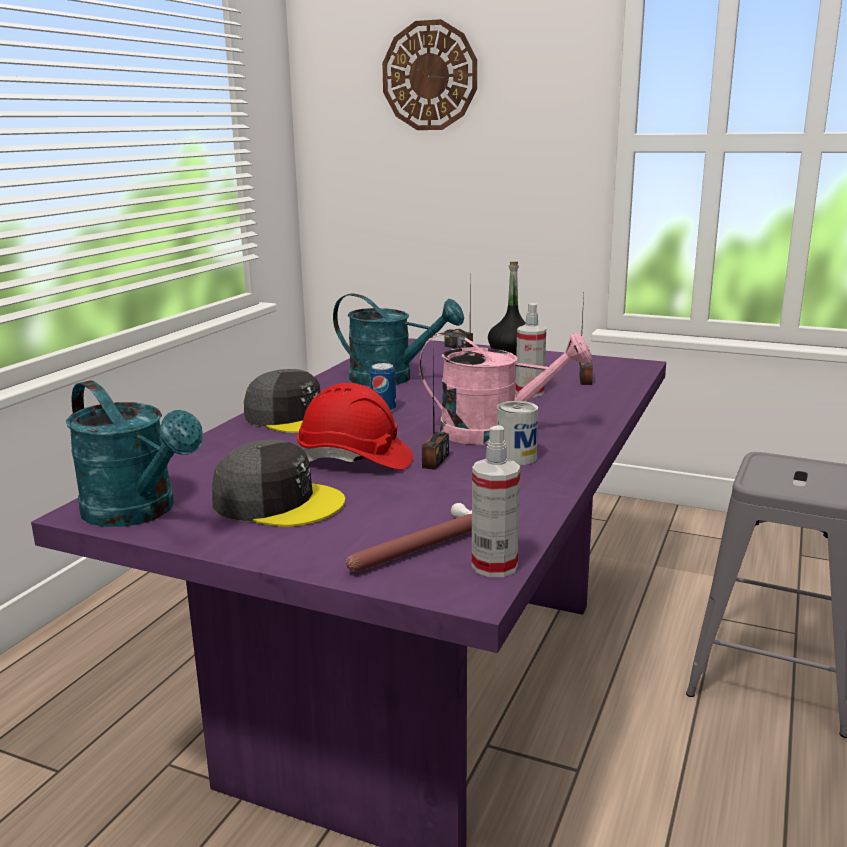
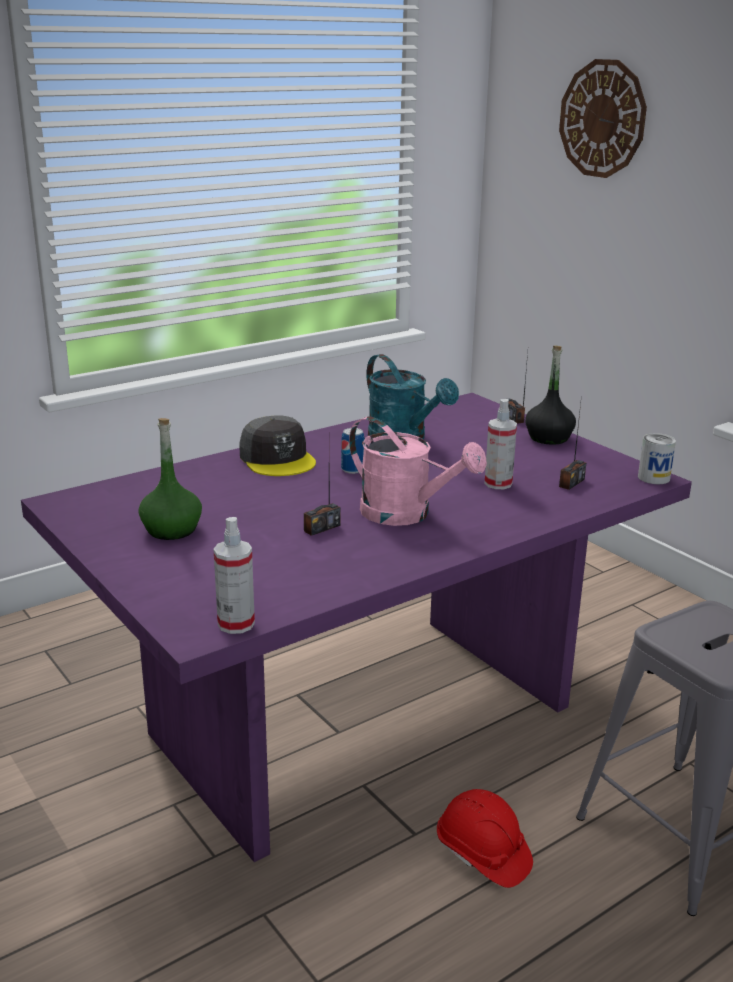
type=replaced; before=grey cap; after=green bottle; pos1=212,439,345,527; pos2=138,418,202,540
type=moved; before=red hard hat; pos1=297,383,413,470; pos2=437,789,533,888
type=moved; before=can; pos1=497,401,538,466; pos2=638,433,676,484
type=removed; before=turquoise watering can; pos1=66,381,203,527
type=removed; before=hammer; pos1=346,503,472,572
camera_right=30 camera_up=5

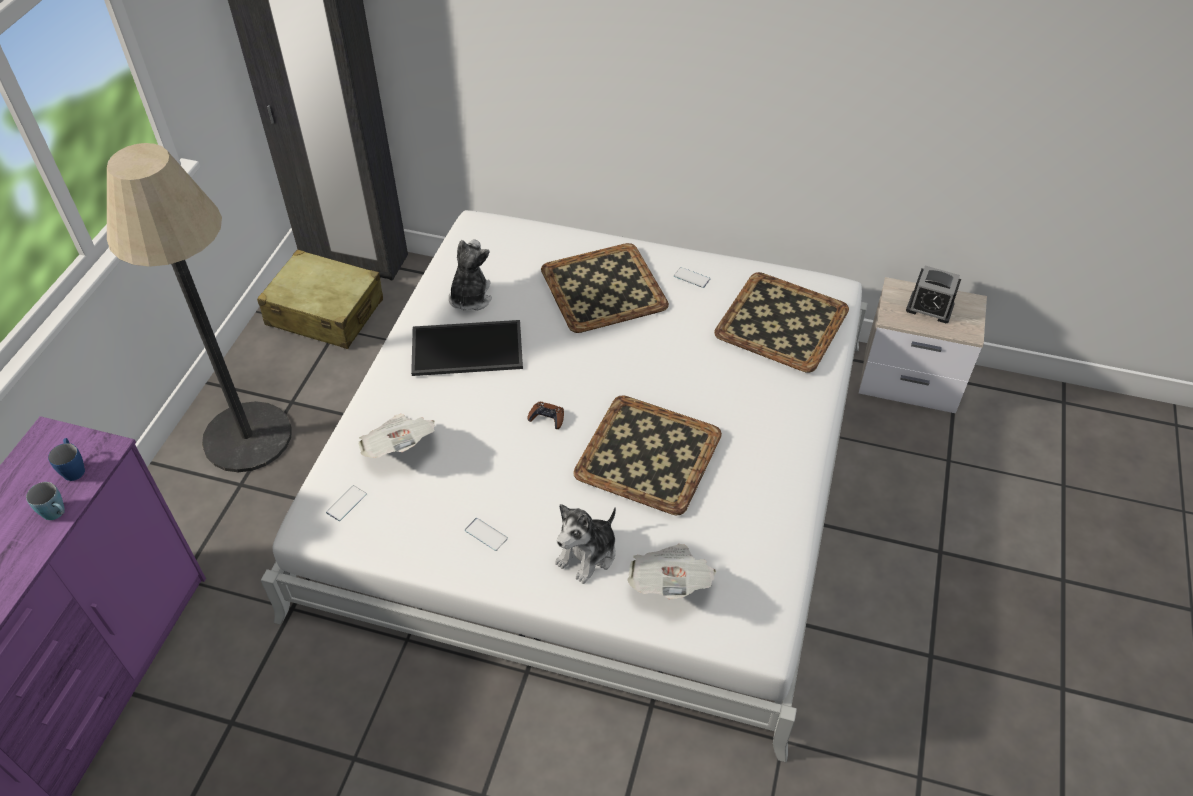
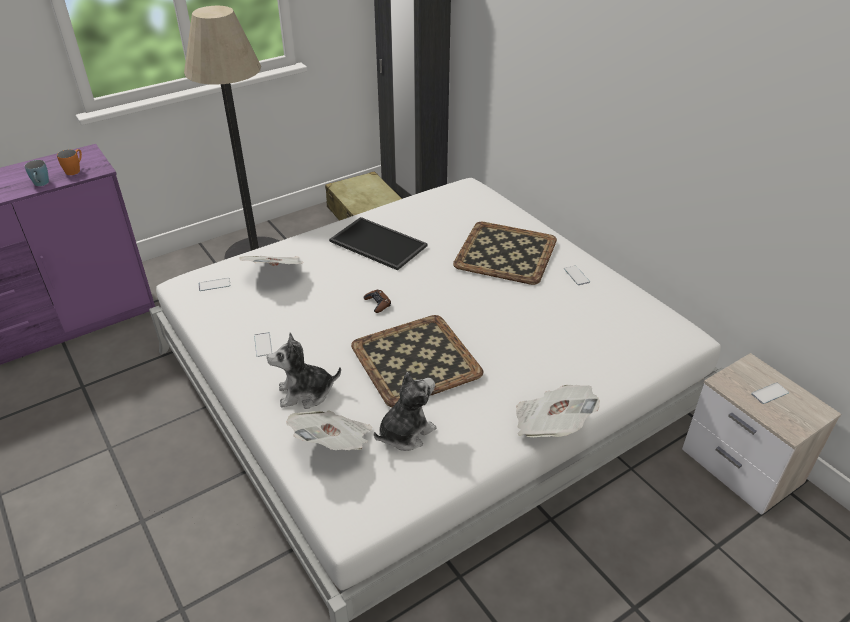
type=recoloured; before=blue mug; after=orange mug; pos1=48,438,85,481; pos2=57,149,82,175
type=moved; before=plush toy; pos1=449,240,492,310; pos2=374,372,437,451
type=added; after=newspaper; pos2=516,385,600,437
type=replaced; before=alarm clock; after=phone; pos1=906,266,961,323; pos2=751,382,789,404
type=removed; before=tray; pos1=714,272,849,373
camera_right=40 camera_up=-10

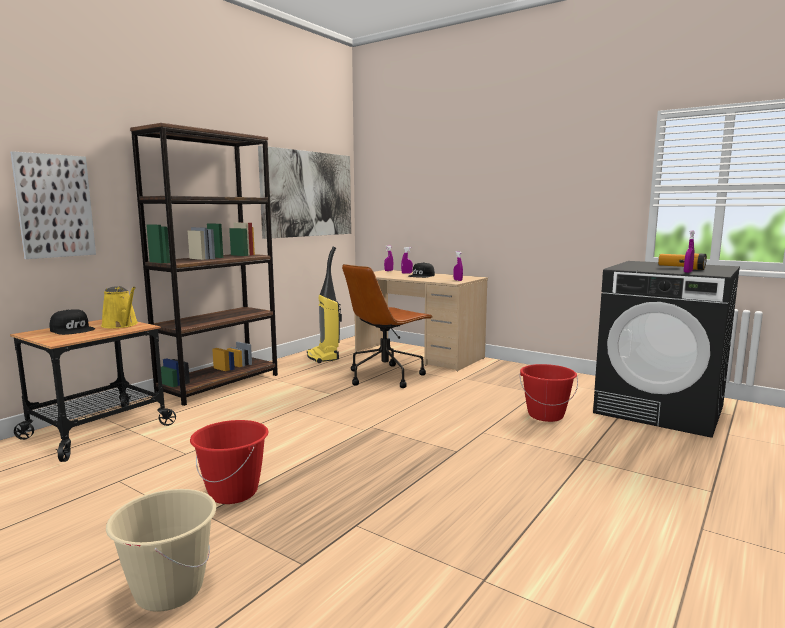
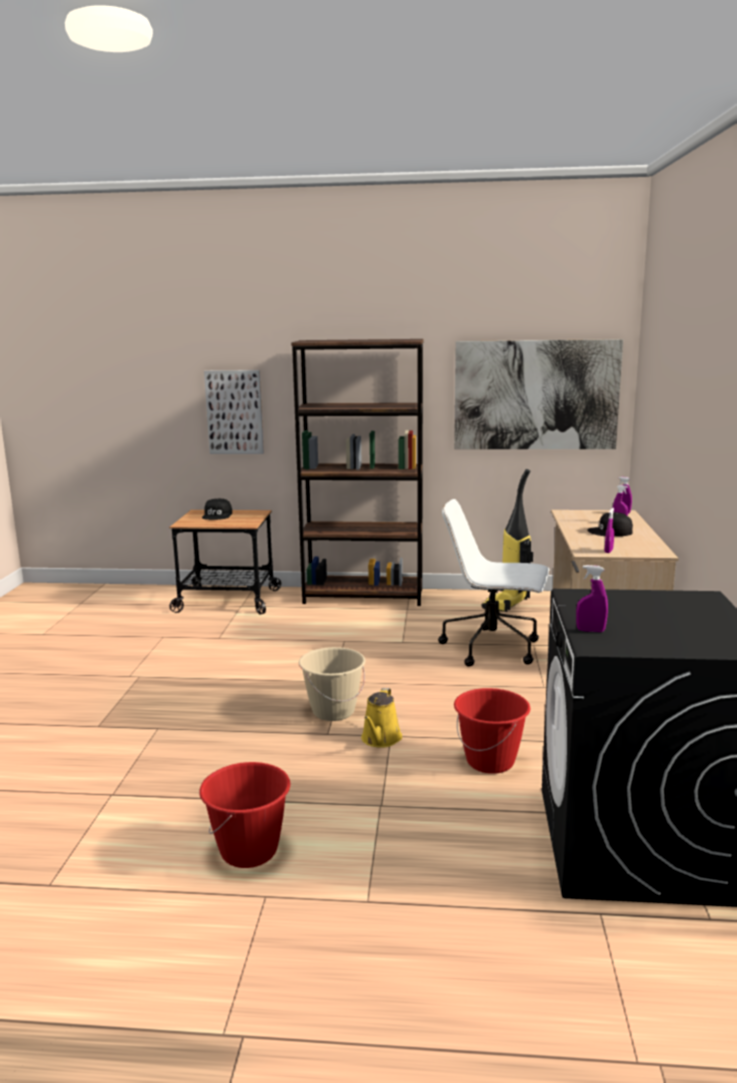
type=moved; before=red bucket; pos1=190,420,269,504; pos2=199,762,291,868
type=moved; before=beige bucket; pos1=106,489,216,612; pos2=299,647,366,721
type=moved; before=yellow watering can; pos1=101,286,138,328; pos2=361,688,402,748
type=recoloured; before=brown office chair; after=white office chair; pos1=342,264,433,388; pos2=438,499,550,667
type=removed; before=flashlight; pos1=658,253,707,270
camera_right=60 camera_up=5

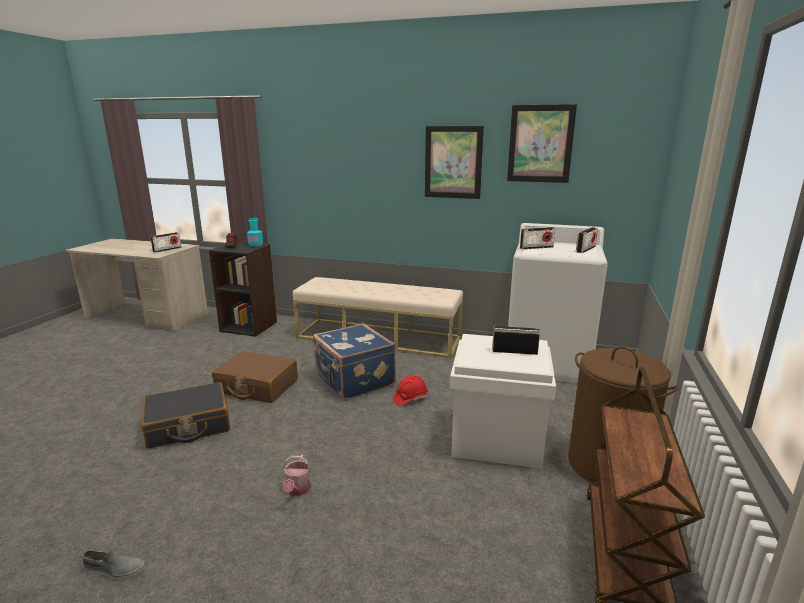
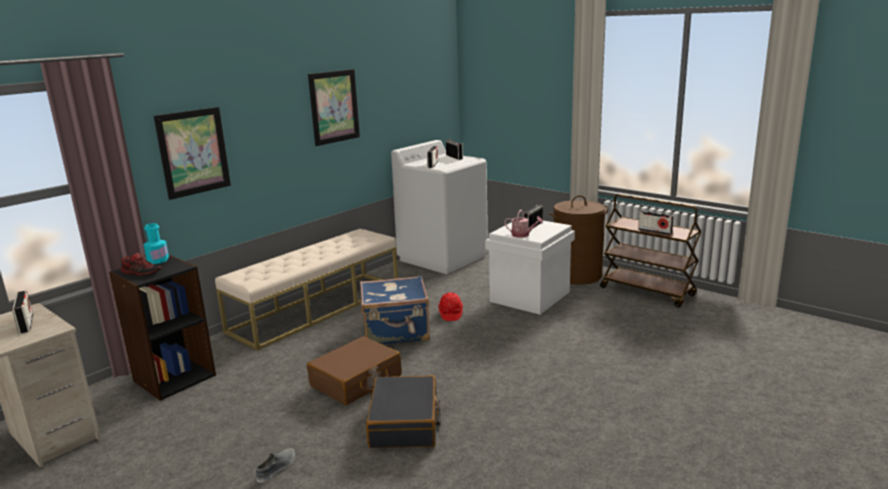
type=moved; before=picture; pos1=507,104,577,183; pos2=154,107,231,200
type=moved; before=grey shoe; pos1=83,549,145,580; pos2=256,448,295,483
type=moved; before=watering can; pos1=283,455,311,496; pos2=504,210,543,238
type=added; after=radio; pos2=638,211,674,235
camera_right=-65 camera_up=0

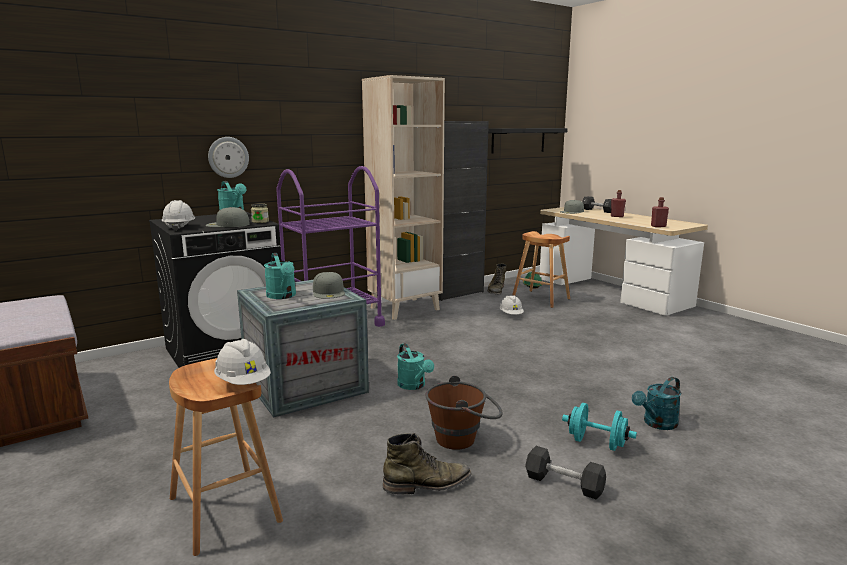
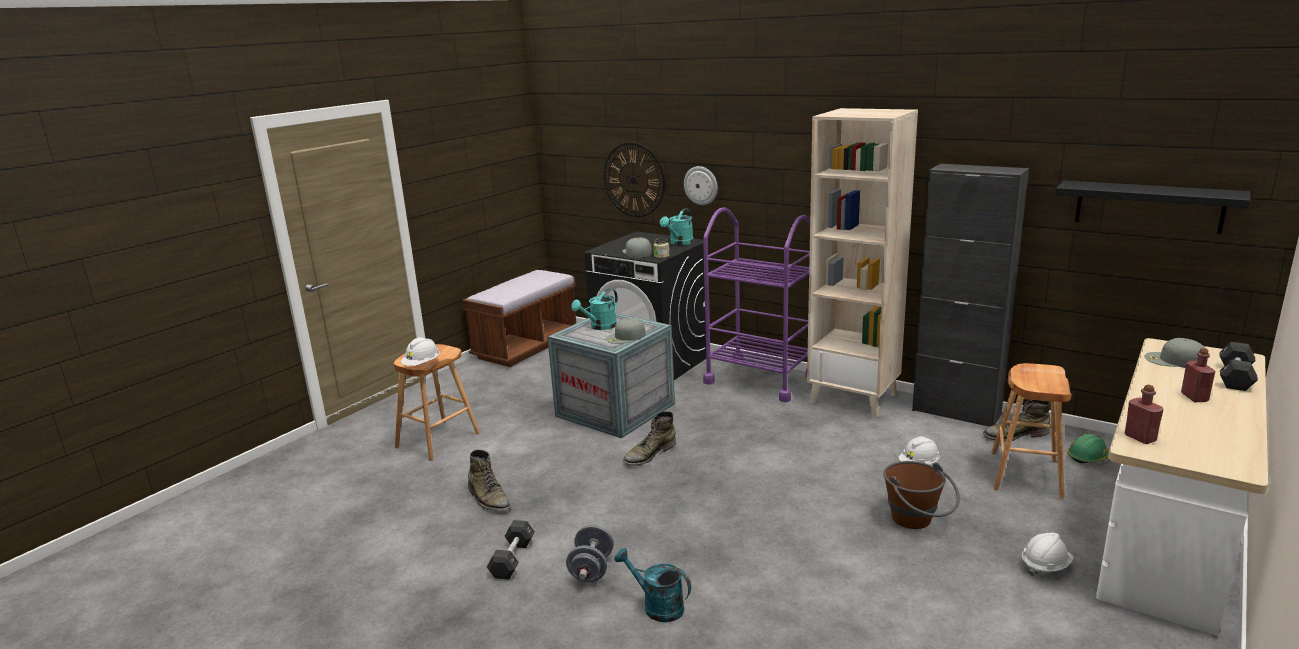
type=recoloured; before=turquoise dumbbell; after=grey dumbbell; pos1=562,403,637,451; pos2=566,525,614,582
type=added; after=wall clock; pos2=604,142,665,217
type=replaced; before=turquoise watering can; after=green boot; pos1=397,343,434,390; pos2=623,411,676,466
type=moved; before=brown bucket; pos1=425,375,503,450; pos2=883,461,960,529
type=moved; before=white hard hat; pos1=161,200,195,231; pos2=1022,533,1074,576
camera_right=70 camera_up=5

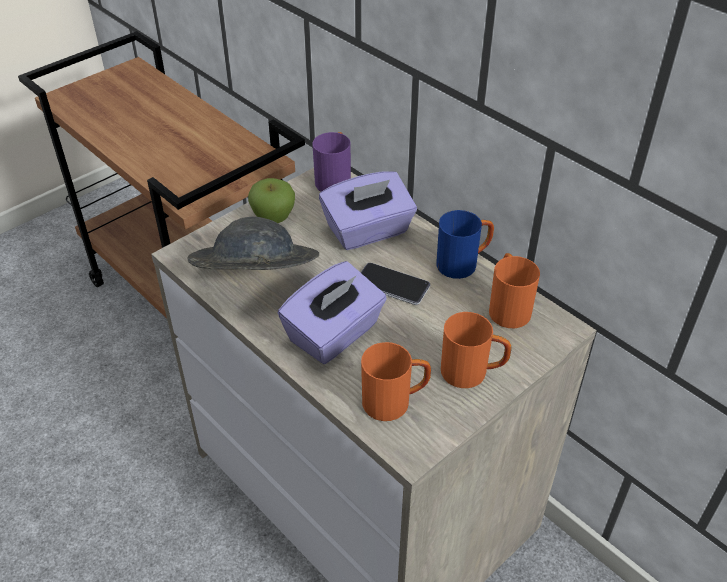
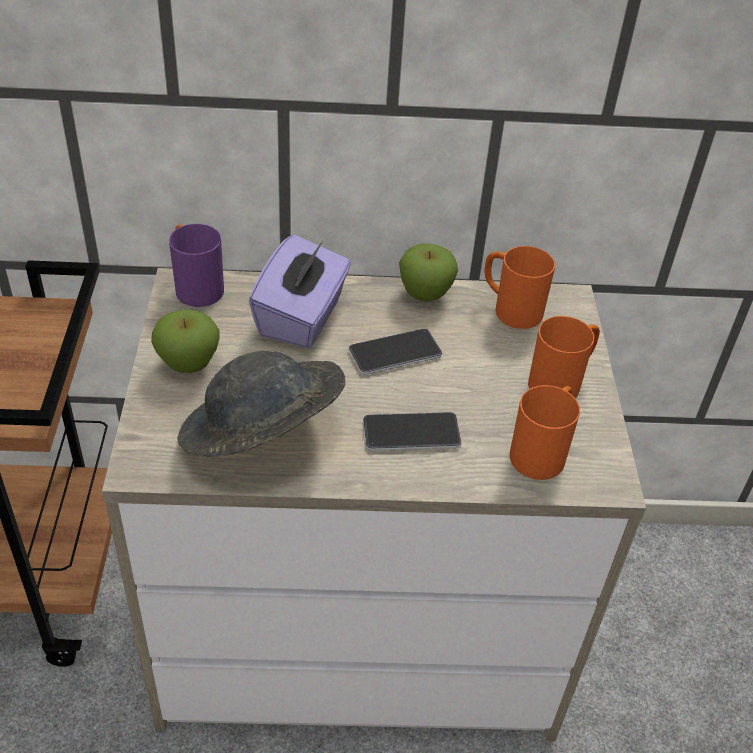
type=replaced; before=purple tissue box; after=phone; pos1=278,261,387,364; pos2=363,412,462,451
type=replaced; before=blue mug; after=apple; pos1=436,210,494,279; pos2=399,244,458,302
camera_right=-50 camera_up=0

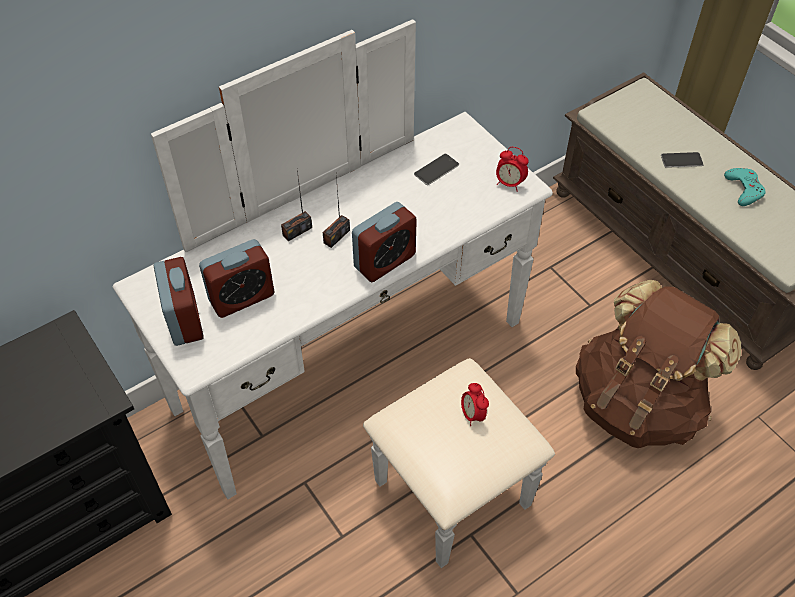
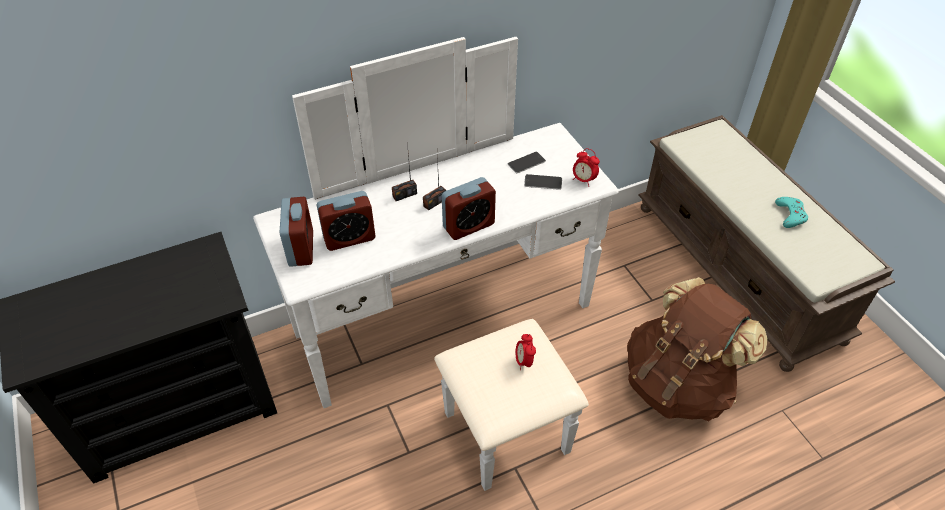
type=moved; before=phone; pos1=661,152,704,168; pos2=524,174,562,190
camera_right=10 camera_up=-5

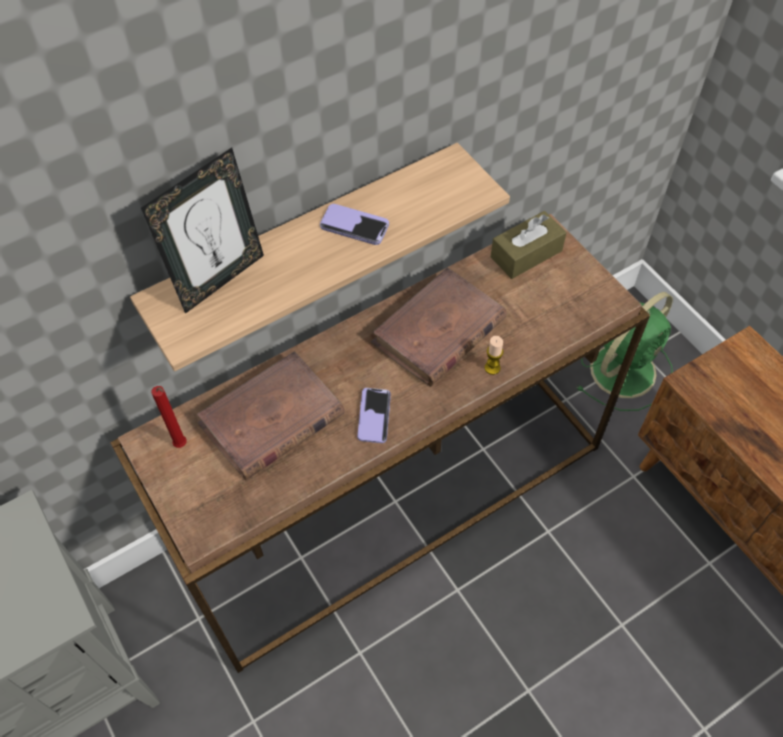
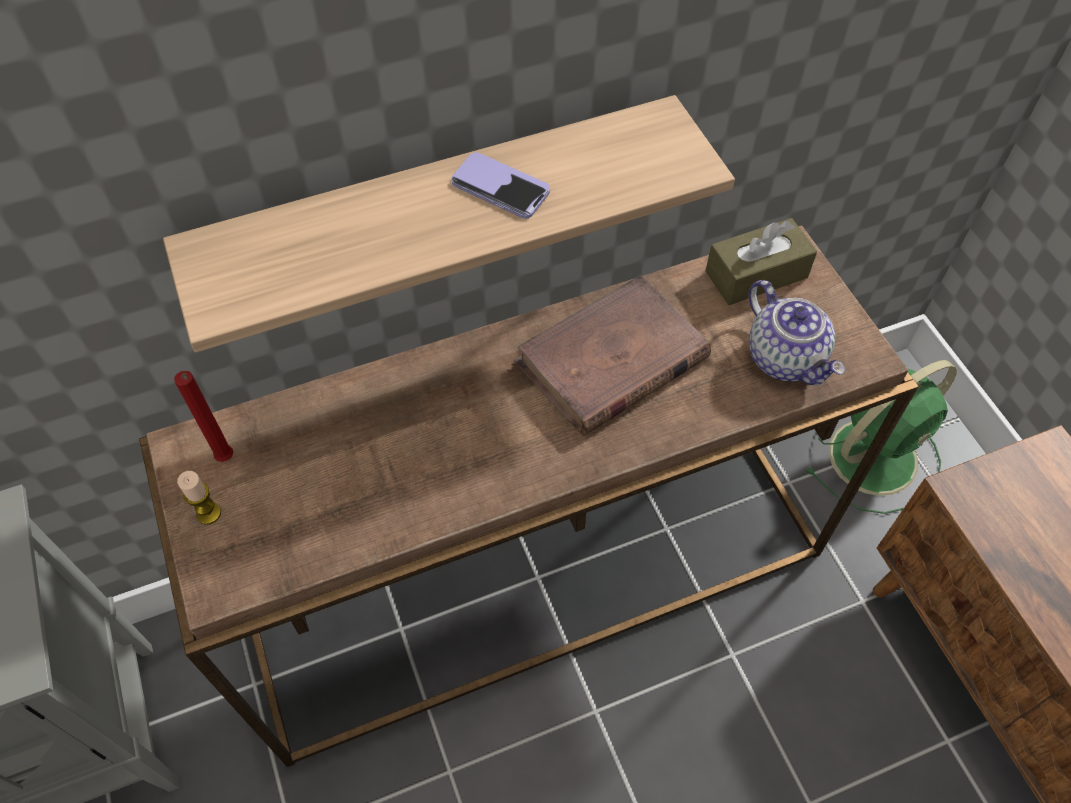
type=moved; before=candle; pos1=484,336,503,375; pos2=177,471,221,525
type=added; after=teapot; pos2=749,280,845,385
type=removed; before=picture frame; pos1=141,147,264,314
type=removed; before=brown book; pos1=197,351,345,481
type=removed; before=phone; pos1=357,388,391,443
camera_right=10 camera_up=0

